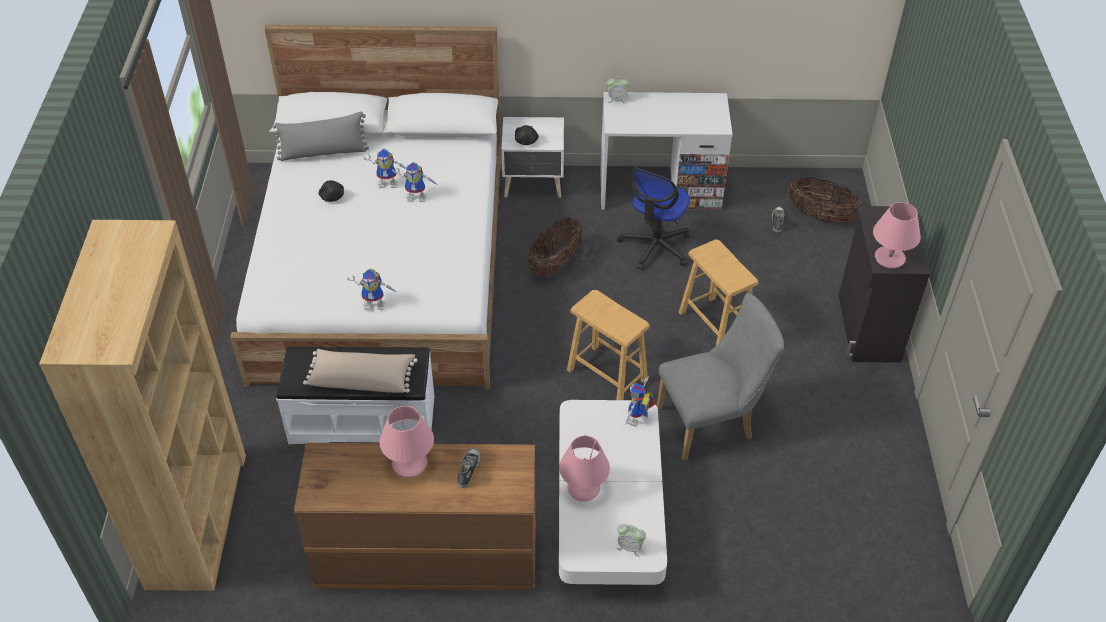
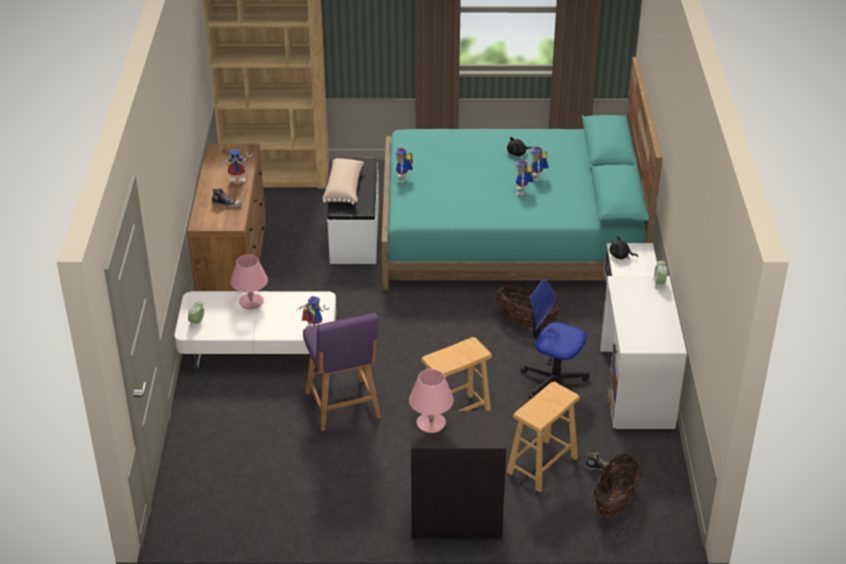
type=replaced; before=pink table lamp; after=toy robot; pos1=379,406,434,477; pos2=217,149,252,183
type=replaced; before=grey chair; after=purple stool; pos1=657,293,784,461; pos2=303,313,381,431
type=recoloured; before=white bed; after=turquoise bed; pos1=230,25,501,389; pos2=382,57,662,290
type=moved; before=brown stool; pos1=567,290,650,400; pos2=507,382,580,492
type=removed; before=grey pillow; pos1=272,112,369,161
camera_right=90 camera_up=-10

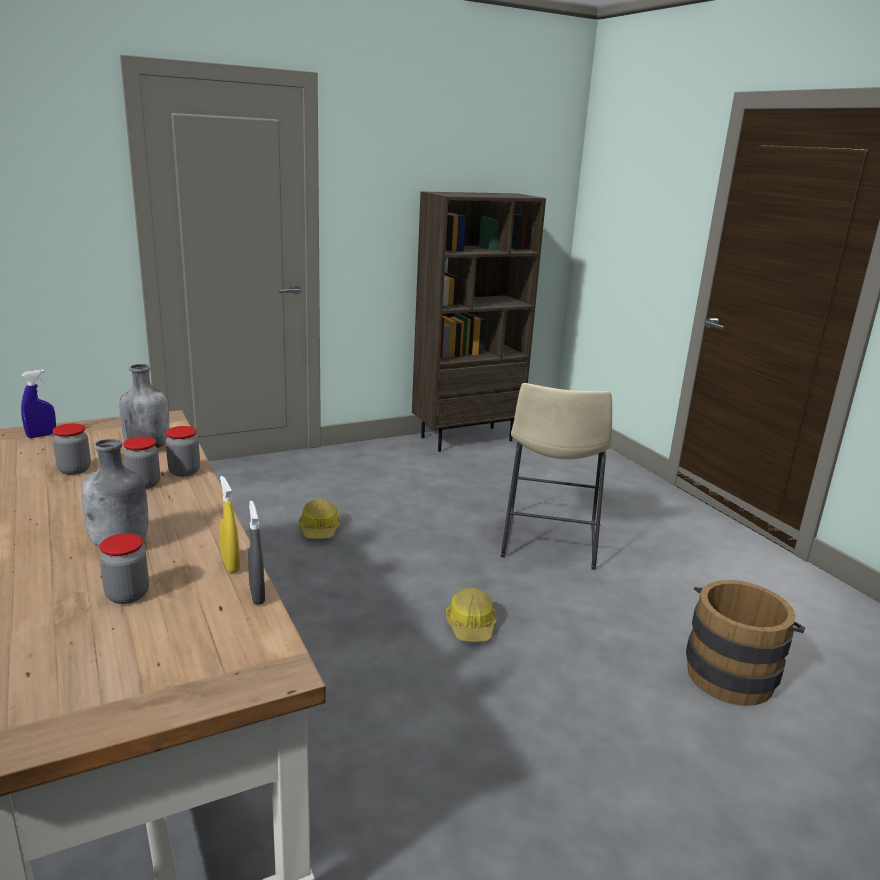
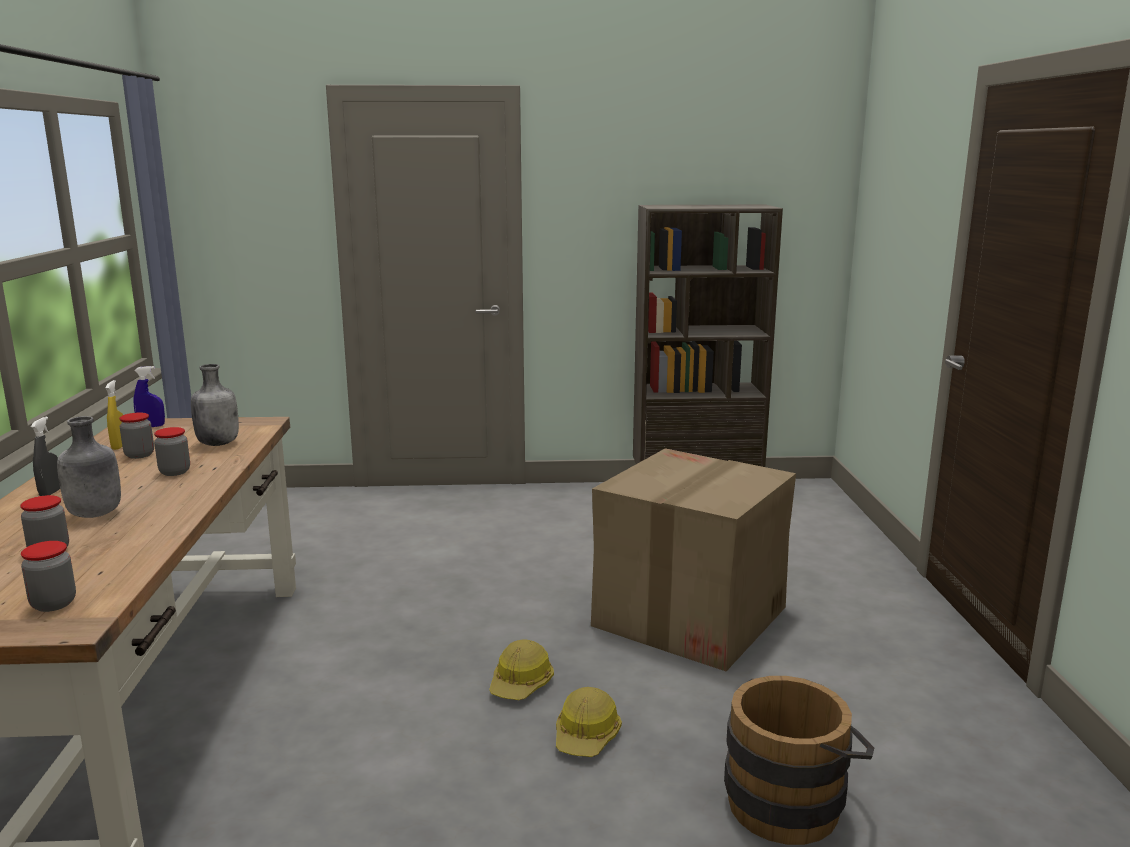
type=moved; before=jar; pos1=166,426,200,477; pos2=21,541,76,612
type=moved; before=grey spray bottle; pos1=248,501,265,605; pos2=31,417,60,496
type=moved; before=yellow spray bottle; pos1=219,476,240,573; pos2=105,380,123,450
type=moved; before=hard hat; pos1=299,499,341,539; pos2=556,687,622,757
type=replaced; before=beige stool; after=cardboard box; pos1=501,383,612,570; pos2=591,448,796,671
camera_right=25 camera_up=-5

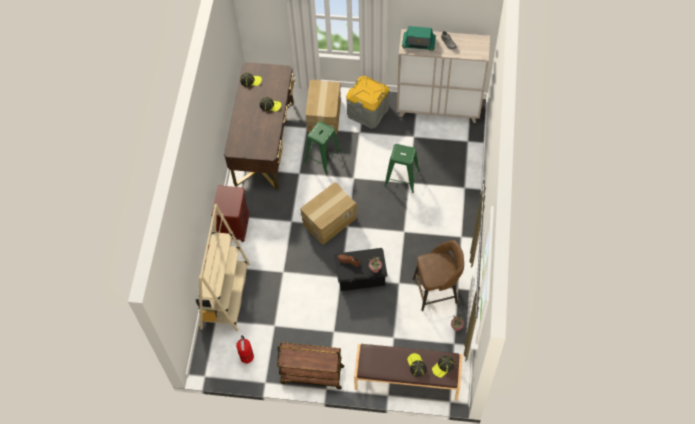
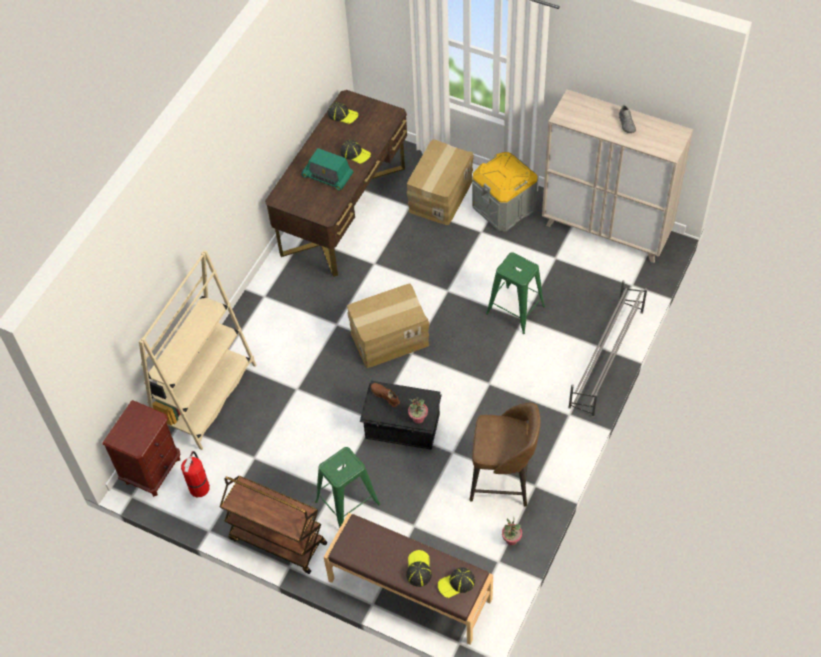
type=moved; before=brown nightstand; pos1=212,185,250,242; pos2=102,400,181,497
type=moved; before=radio; pos1=402,26,436,51; pos2=301,148,353,190
type=moved; before=green stool; pos1=304,121,342,174; pos2=315,447,380,528
type=added; after=grey shoe rack; pos2=568,280,647,418
camera_right=20 camera_up=-5

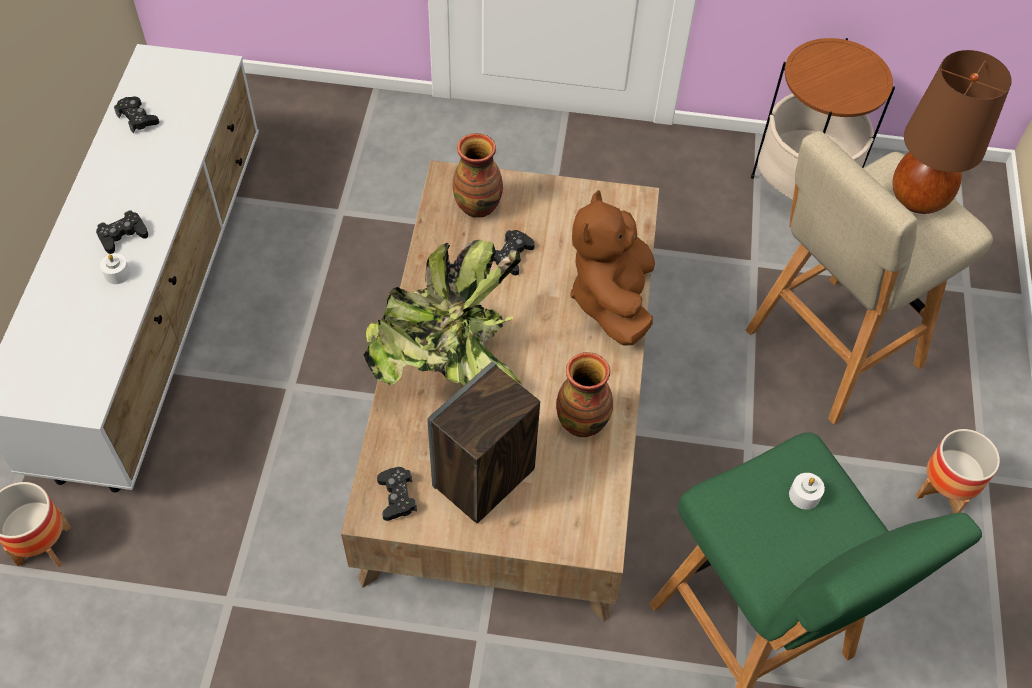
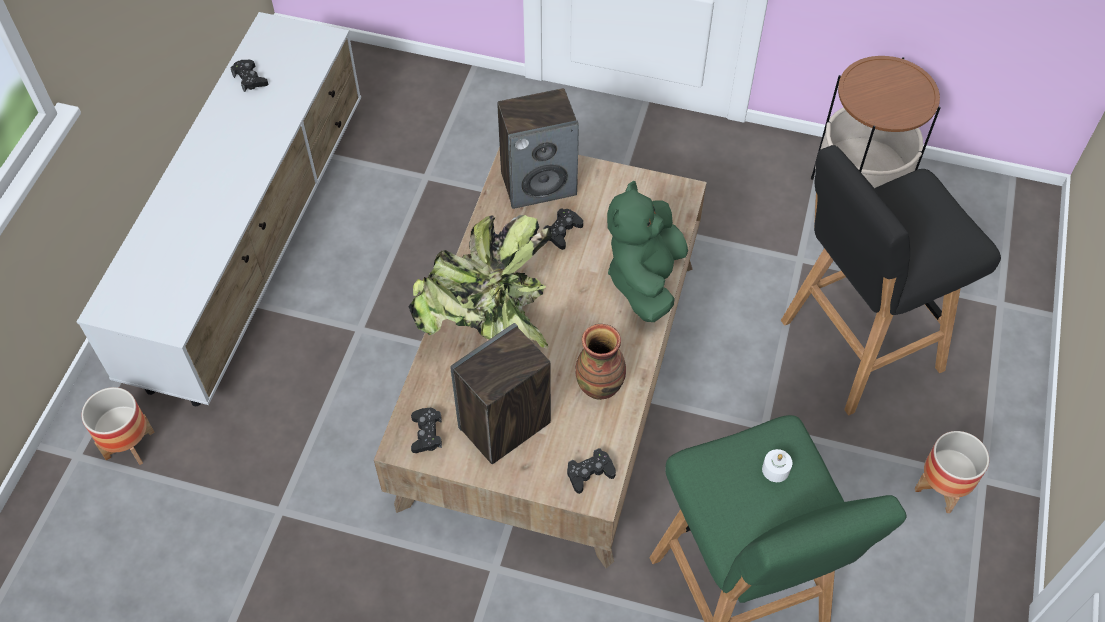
type=replaced; before=vase; after=speaker; pos1=453,133,503,218; pos2=497,88,579,209
type=moved; before=black game controller; pos1=96,210,148,254; pos2=567,448,616,494
type=recoloured; before=brown plush toy; after=green plush toy; pos1=570,190,655,346; pos2=607,181,688,322
type=recoloured; before=beige stool; after=black stool; pos1=746,131,993,424; pos2=781,145,1001,415
type=removed; before=white candle; pos1=100,253,131,284
type=removed; before=brown table lamp; pos1=892,50,1012,214
camera_right=10 camera_up=0

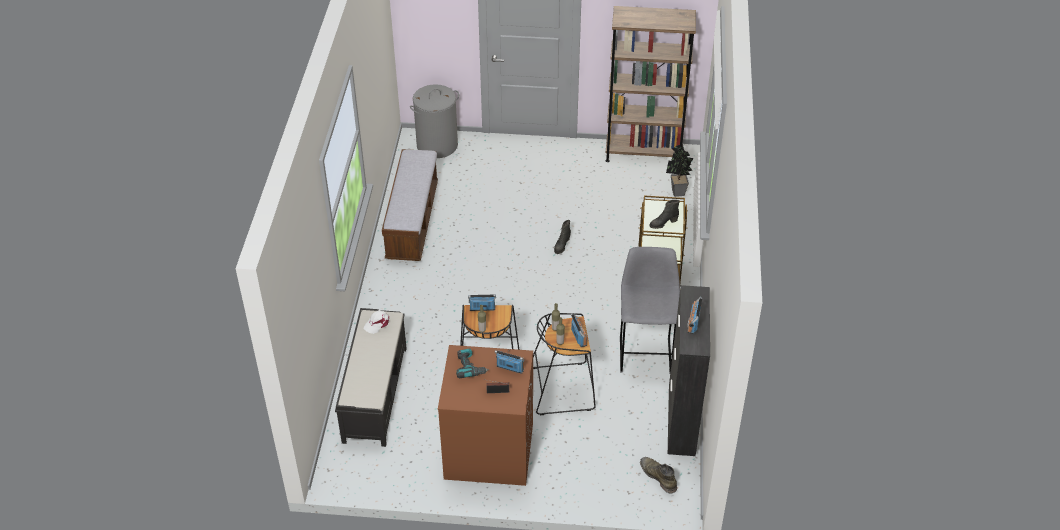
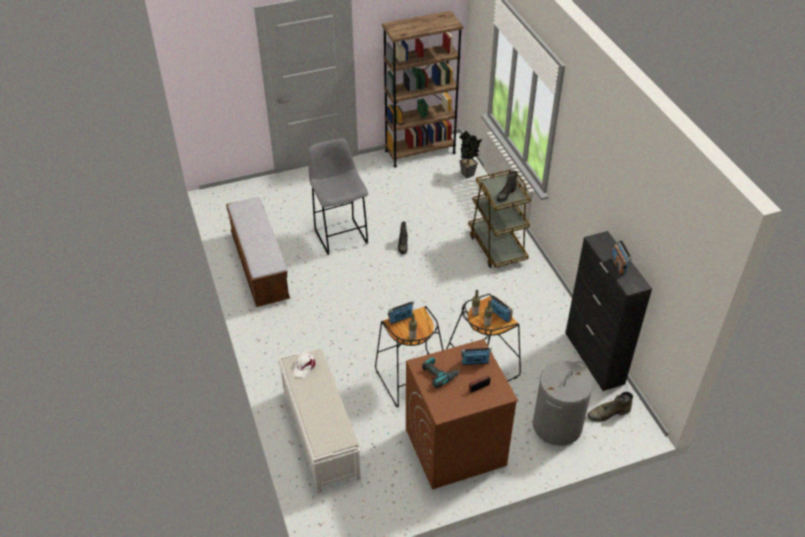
type=recoloured; before=black bench; after=white bench; pos1=335,308,407,447; pos2=278,348,361,493
type=moved; before=grey stool; pos1=620,247,680,373; pos2=309,138,368,255
type=moved; before=grey laundry basket; pos1=410,84,459,158; pos2=533,361,594,446
type=turned; before=green boot; pos1=640,457,677,494; pos2=587,392,633,422; turn=-45
camera_right=-25 camera_up=0

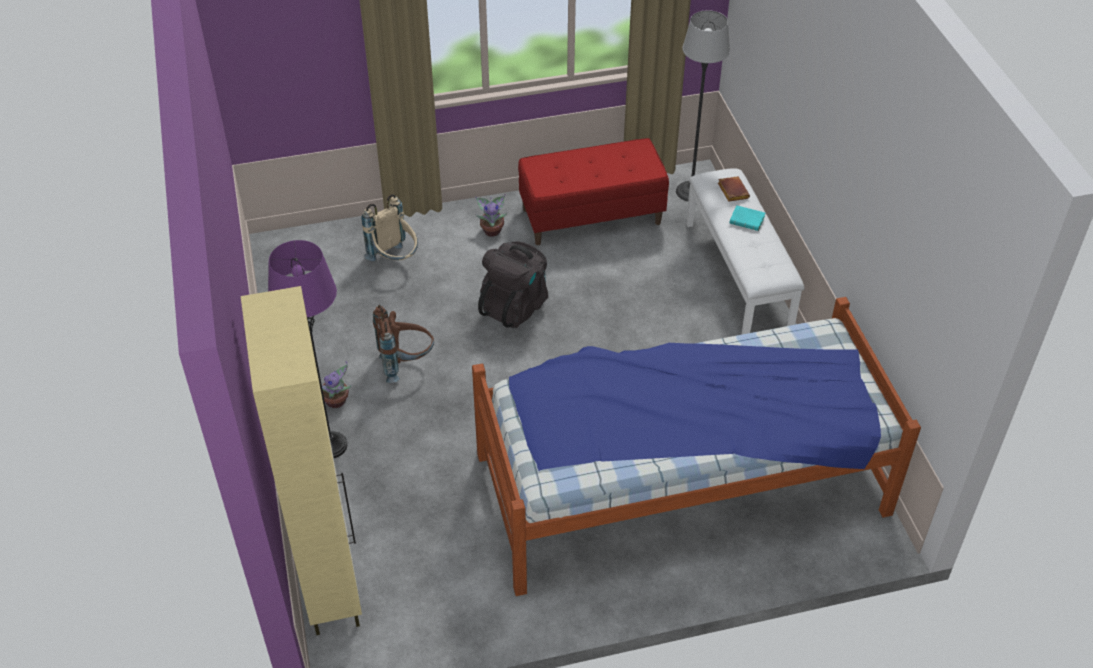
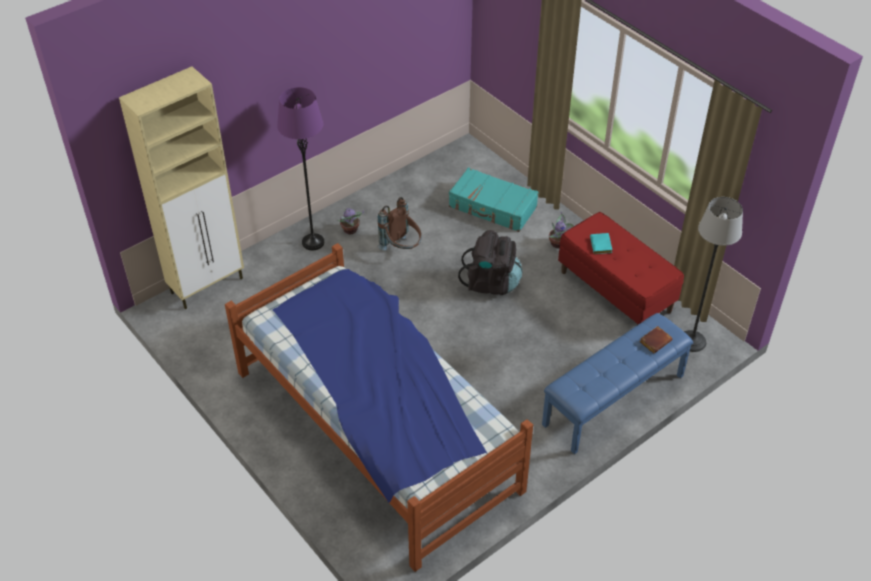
type=replaced; before=beige backpack; after=turquoise suitcase; pos1=361,194,418,261; pos2=449,167,538,232
type=recoloured; before=white bench; after=blue bench; pos1=686,168,805,334; pos2=542,313,693,454
type=moved; before=turquoise book; pos1=730,205,765,231; pos2=590,233,612,254
camera_right=65 camera_up=0

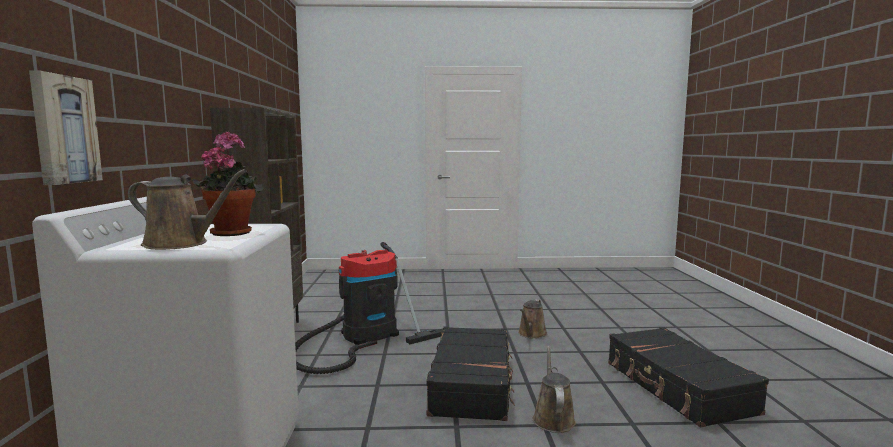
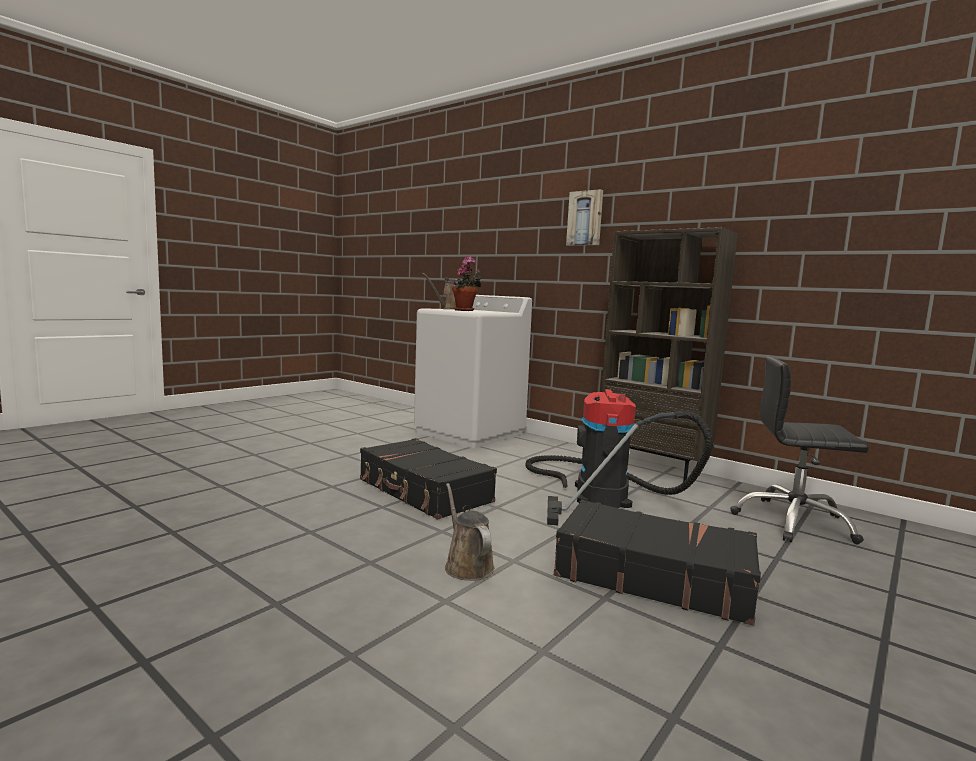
type=moved; before=black suitcase; pos1=608,327,769,428; pos2=554,500,761,626
type=moved; before=picture; pos1=29,71,103,185; pos2=566,189,603,246
type=added; after=black office chair; pos2=730,356,869,544
type=removed; before=brown watering can; pos1=533,346,576,433
camera_right=130 camera_up=0

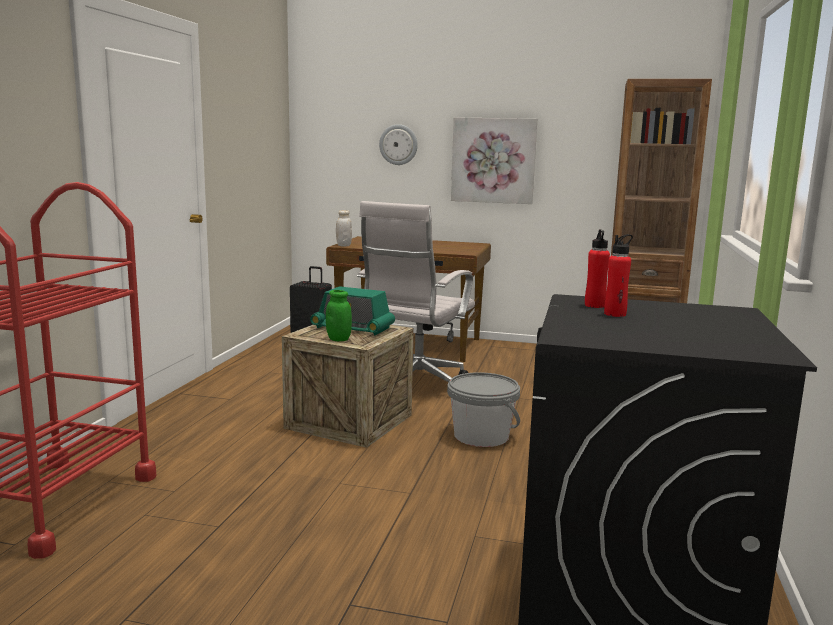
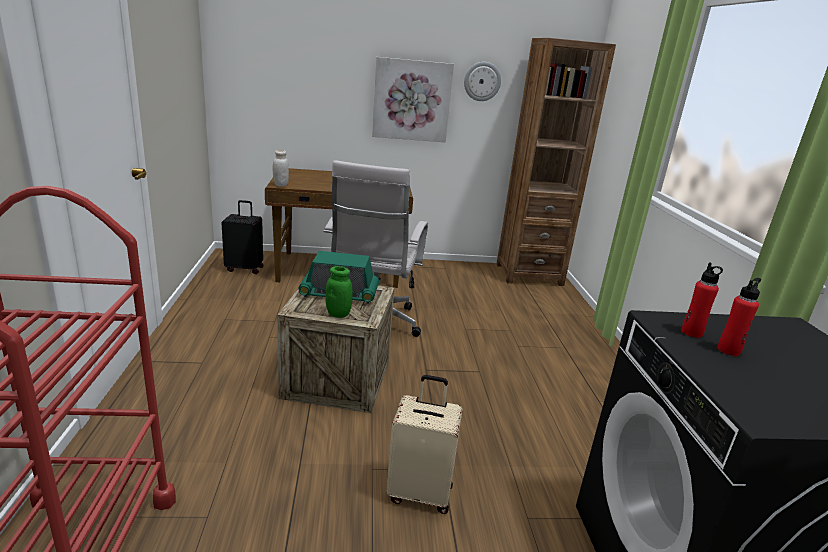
type=added; after=beige suitcase; pos2=386,375,463,514
type=moved; before=wall clock; pos1=379,124,418,165; pos2=464,62,501,101
type=removed; before=grey bucket; pos1=447,372,520,447
camera_right=-20 camera_up=10

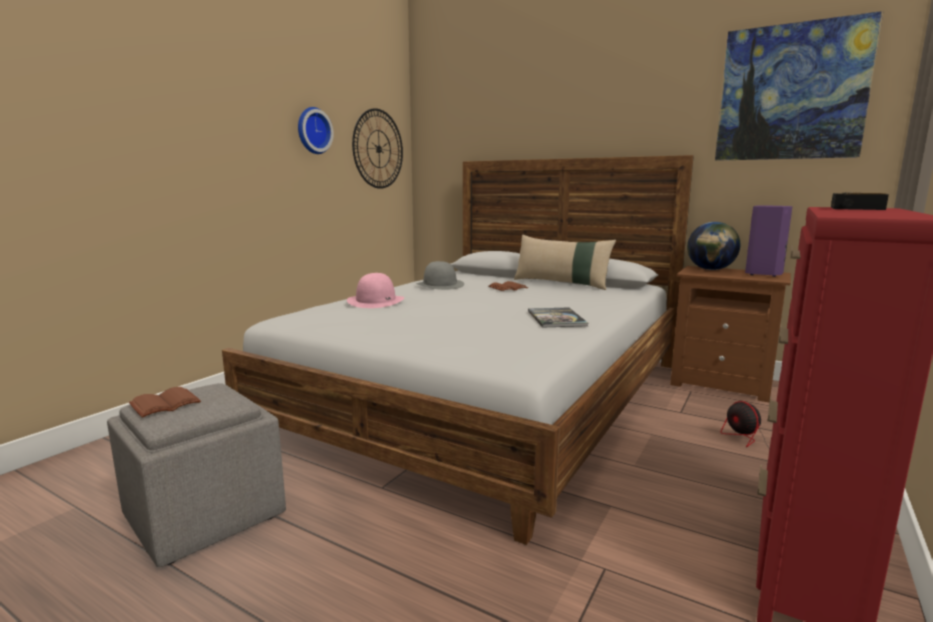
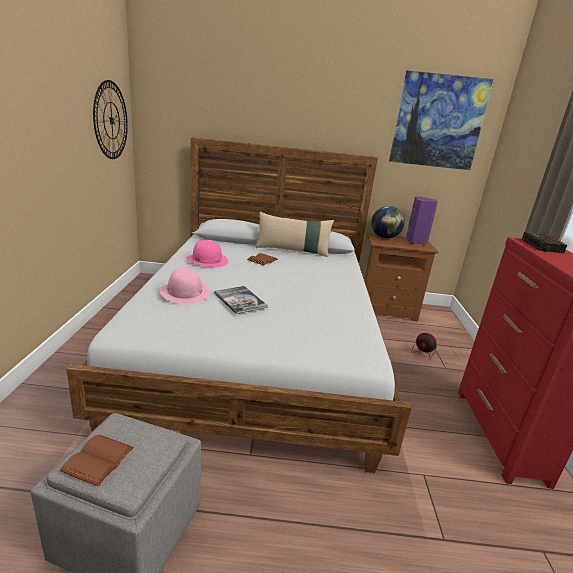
type=recoloured; before=grey hat; after=pink hat; pos1=416,261,464,290; pos2=186,240,228,267
type=moved; before=book; pos1=528,307,588,328; pos2=214,286,268,314
type=removed; before=wall clock; pos1=298,107,334,154
camera_right=-30 camera_up=10

